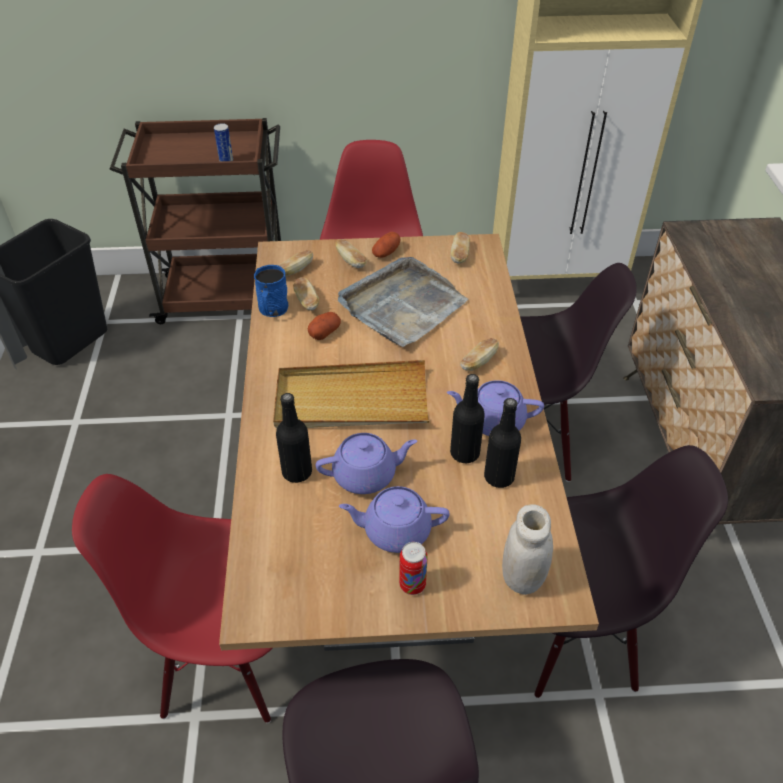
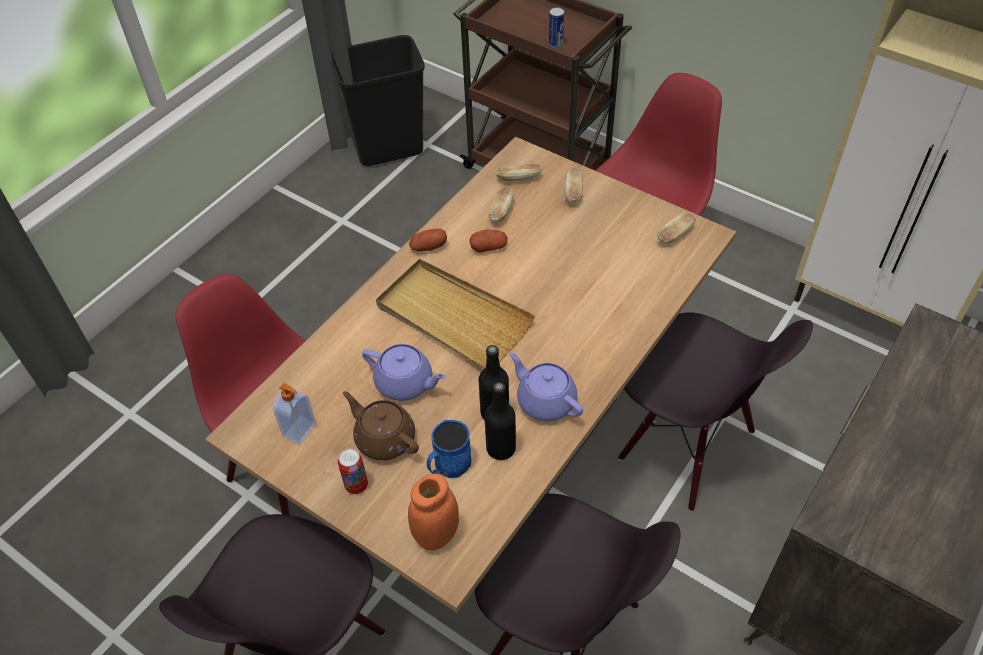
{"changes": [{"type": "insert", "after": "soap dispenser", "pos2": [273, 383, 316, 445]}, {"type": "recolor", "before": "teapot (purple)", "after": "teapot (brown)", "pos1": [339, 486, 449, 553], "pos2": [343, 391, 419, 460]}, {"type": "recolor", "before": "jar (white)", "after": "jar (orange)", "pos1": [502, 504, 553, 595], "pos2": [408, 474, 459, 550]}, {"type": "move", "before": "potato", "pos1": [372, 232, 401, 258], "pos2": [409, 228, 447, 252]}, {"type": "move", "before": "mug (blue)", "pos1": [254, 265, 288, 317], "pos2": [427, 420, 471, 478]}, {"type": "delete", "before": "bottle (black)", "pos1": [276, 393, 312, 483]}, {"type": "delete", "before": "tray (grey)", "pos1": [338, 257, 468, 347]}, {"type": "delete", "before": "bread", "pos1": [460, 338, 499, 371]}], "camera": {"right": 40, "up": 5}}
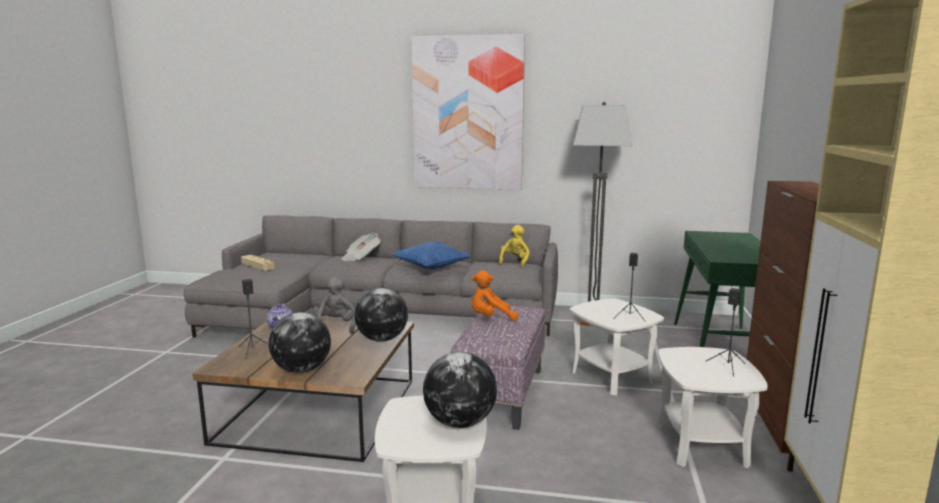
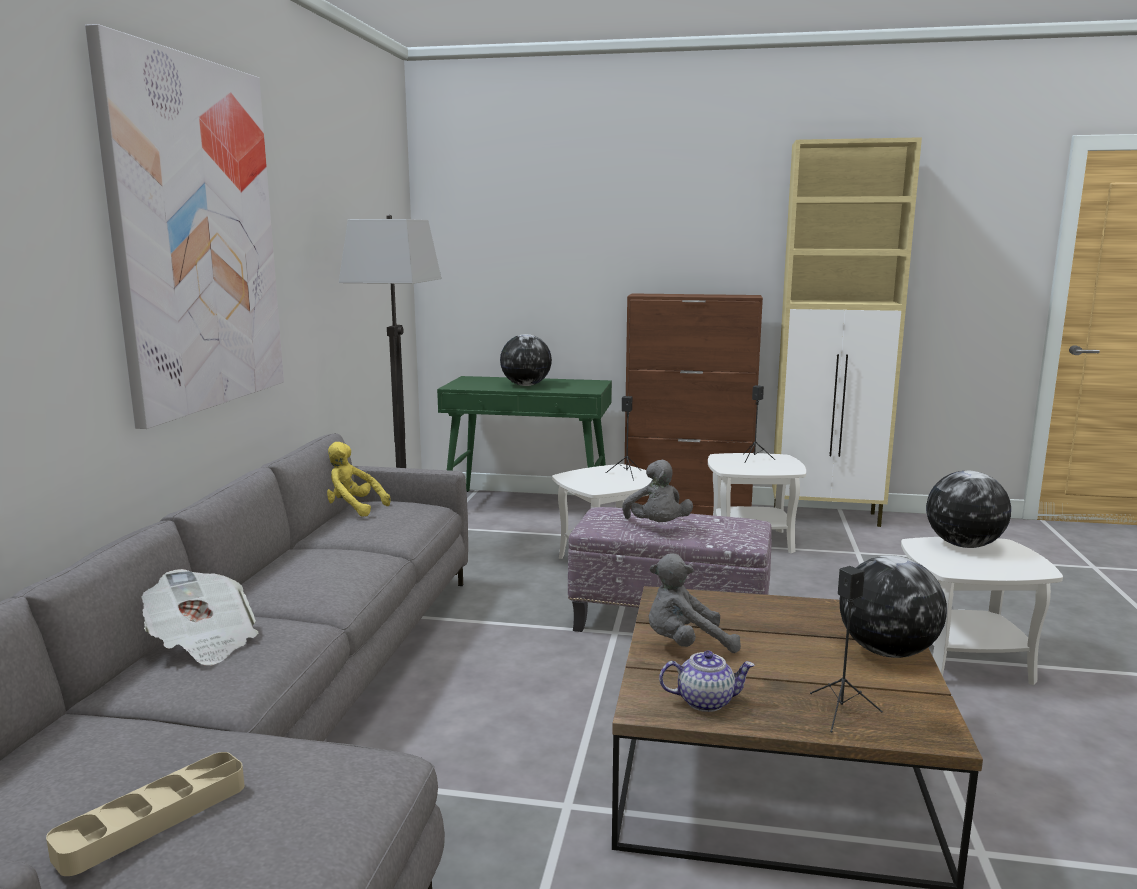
{"changes": [{"type": "move", "before": "globe", "pos1": [354, 288, 408, 342], "pos2": [500, 334, 552, 386]}, {"type": "recolor", "before": "plush toy (orange)", "after": "plush toy (grey)", "pos1": [471, 271, 518, 321], "pos2": [622, 460, 693, 522]}, {"type": "delete", "before": "pillow (blue)", "pos1": [392, 242, 471, 269]}], "camera": {"right": -90, "up": 0}}
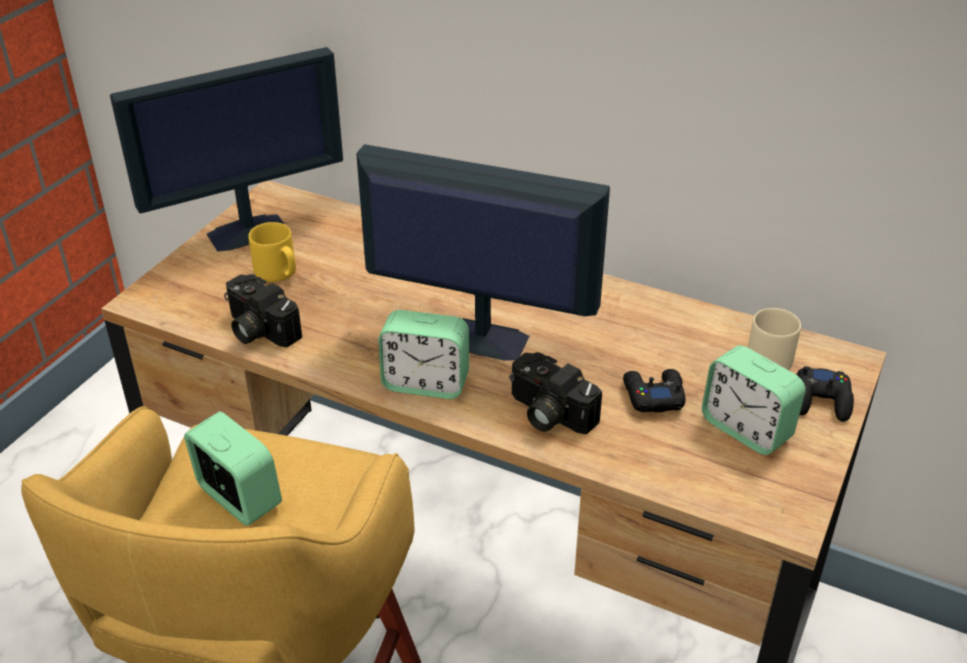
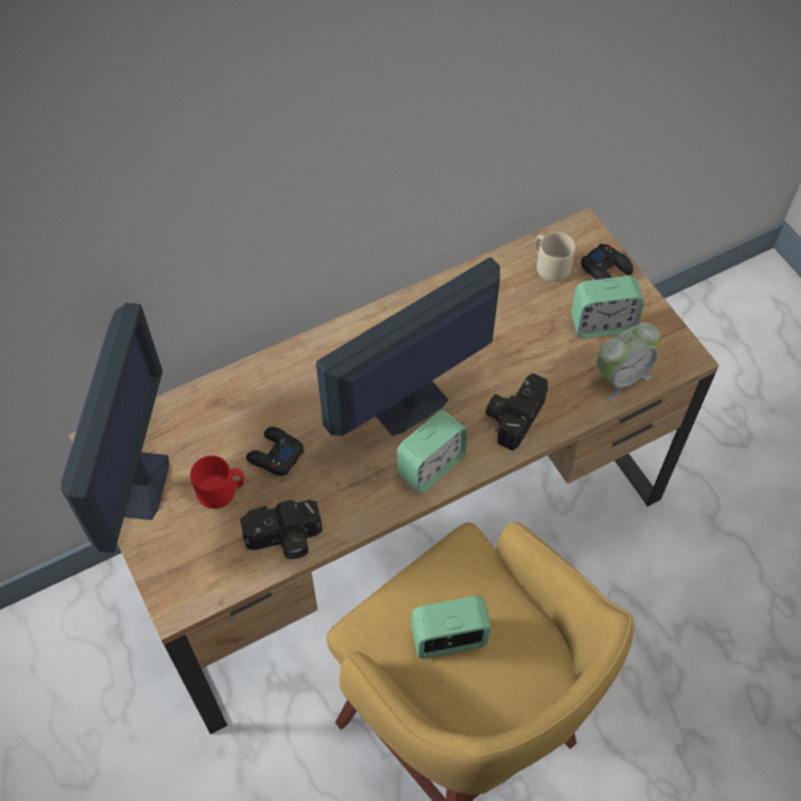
{"changes": [{"type": "recolor", "before": "mug (yellow)", "after": "mug (red)", "pos1": [248, 222, 296, 282], "pos2": [190, 456, 244, 509]}, {"type": "move", "before": "game controller (black)", "pos1": [623, 369, 685, 412], "pos2": [246, 427, 304, 476]}, {"type": "rotate", "before": "photo camera", "pos1": [509, 352, 602, 434], "pos2": [485, 373, 548, 451], "turn": 135}, {"type": "insert", "after": "alarm clock", "pos2": [597, 322, 660, 400]}], "camera": {"right": -55, "up": 20}}
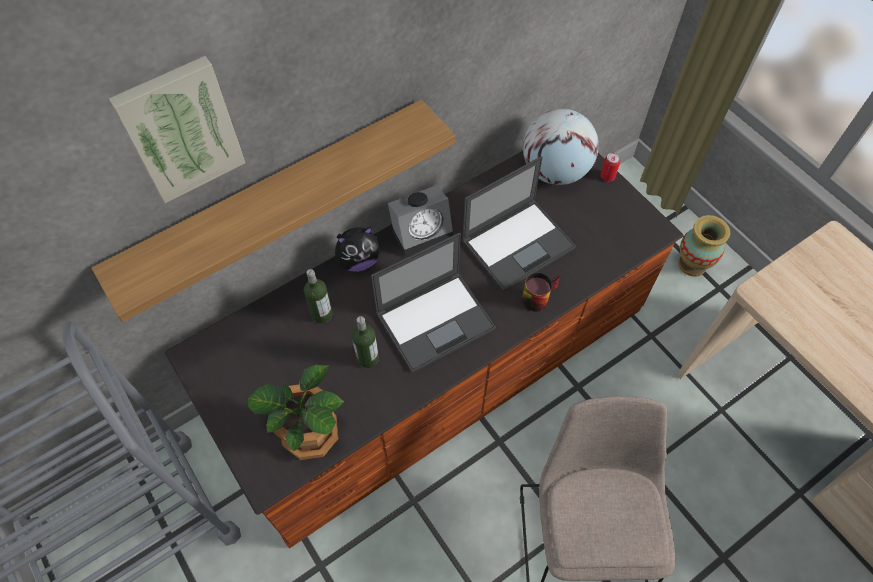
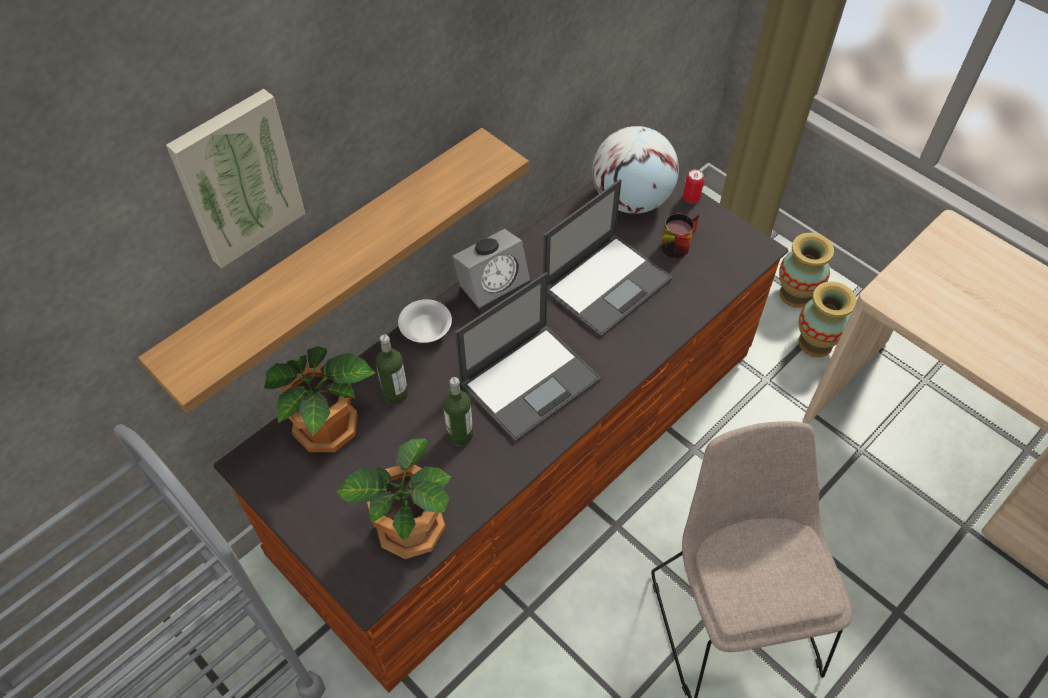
{"changes": [{"type": "insert", "after": "potted plant", "pos2": [264, 346, 375, 452]}, {"type": "replace", "before": "plush toy", "after": "bowl (white)", "pos1": [335, 227, 380, 272], "pos2": [398, 299, 452, 343]}, {"type": "move", "before": "mug", "pos1": [522, 273, 560, 312], "pos2": [661, 213, 699, 258]}, {"type": "insert", "after": "vase", "pos2": [798, 281, 857, 357]}], "camera": {"right": -10, "up": -5}}
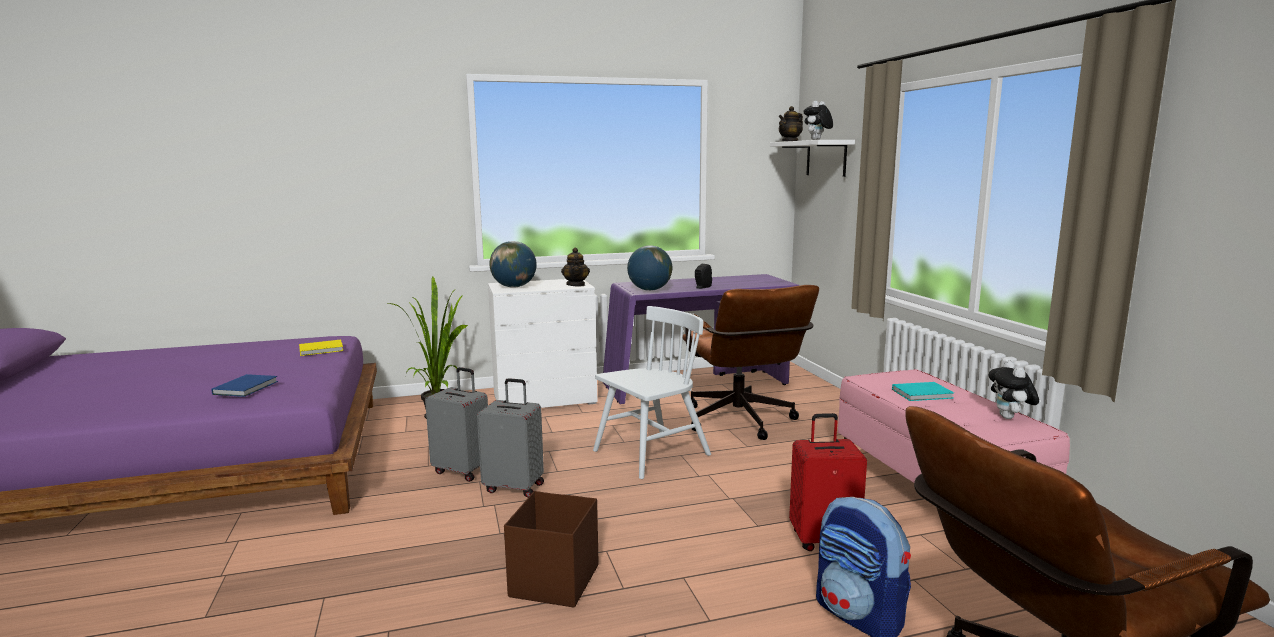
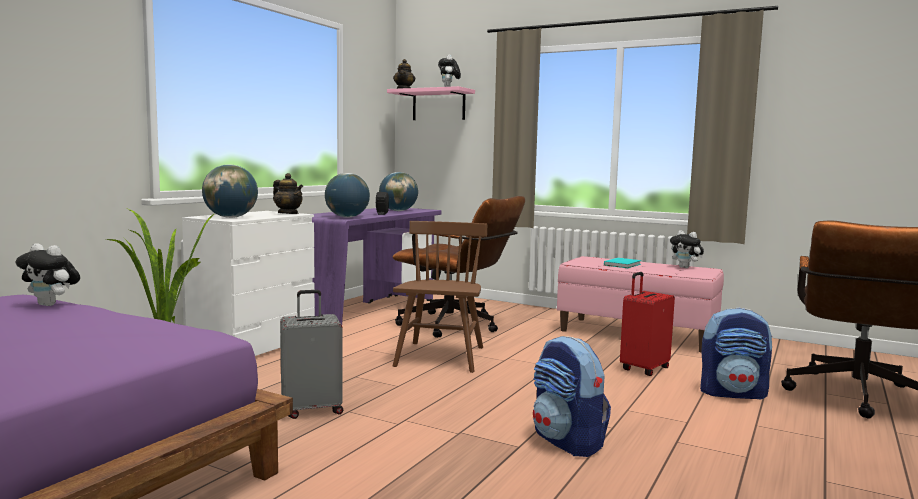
{"changes": [{"type": "replace", "before": "book (yellow)", "after": "plush toy", "pos1": [299, 340, 343, 356], "pos2": [16, 243, 80, 306]}, {"type": "insert", "after": "globe", "pos2": [379, 172, 418, 211]}, {"type": "recolor", "before": "shelf (white)", "after": "shelf (pink)", "pos1": [770, 140, 855, 177], "pos2": [387, 86, 475, 120]}, {"type": "recolor", "before": "chair (white)", "after": "chair (brown)", "pos1": [593, 306, 711, 479], "pos2": [392, 221, 487, 373]}, {"type": "replace", "before": "storage box (brown)", "after": "backpack", "pos1": [504, 491, 599, 608], "pos2": [533, 336, 611, 457]}, {"type": "delete", "before": "book (blue)", "pos1": [211, 374, 278, 397]}, {"type": "delete", "before": "suitcase (grey)", "pos1": [477, 378, 544, 498]}], "camera": {"right": -45, "up": -5}}
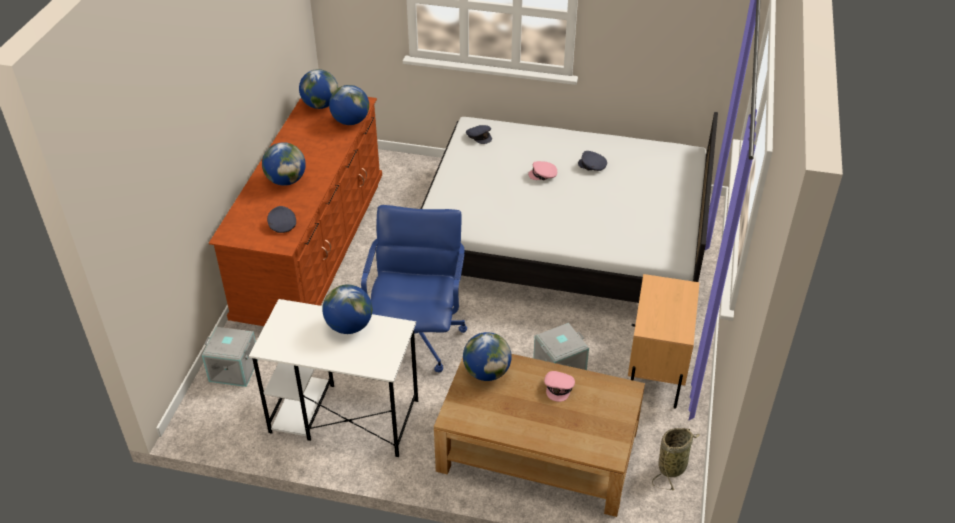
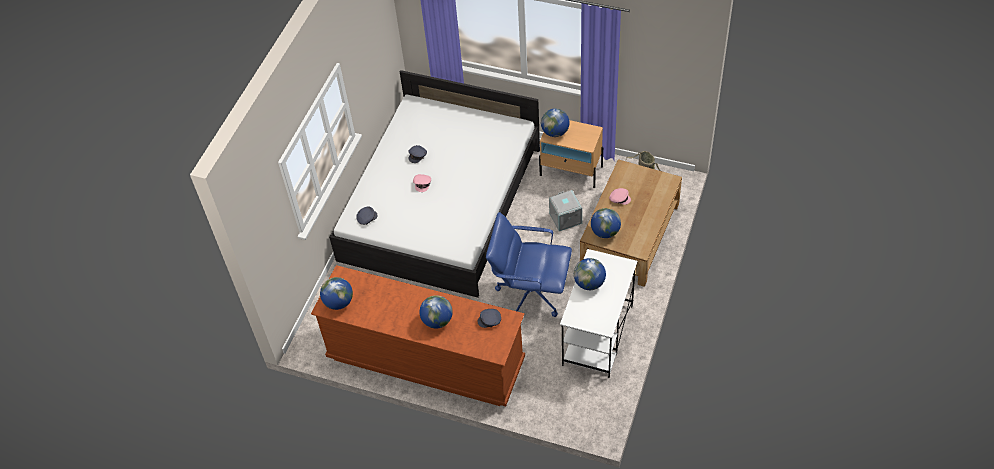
{"changes": [{"type": "move", "before": "globe", "pos1": [329, 85, 369, 125], "pos2": [541, 108, 569, 137]}, {"type": "delete", "before": "storage box (grey)", "pos1": [202, 327, 259, 387]}], "camera": {"right": -80, "up": 10}}
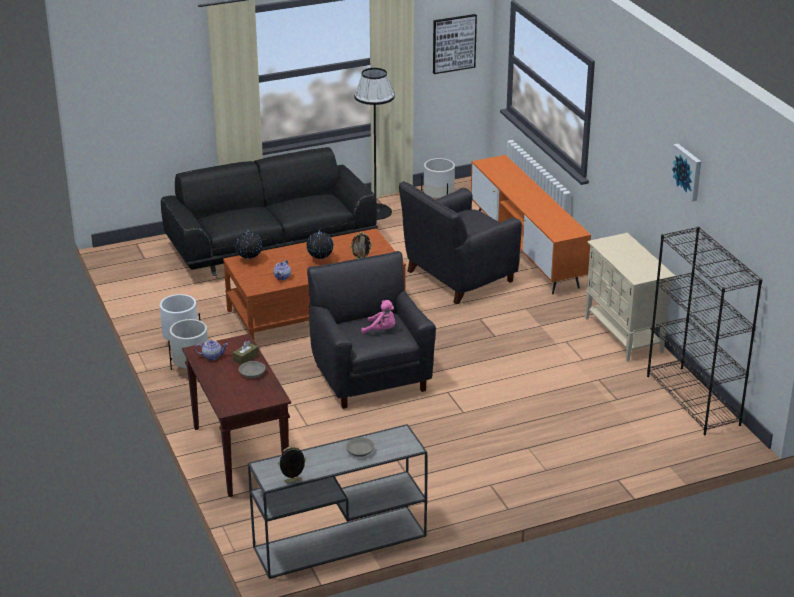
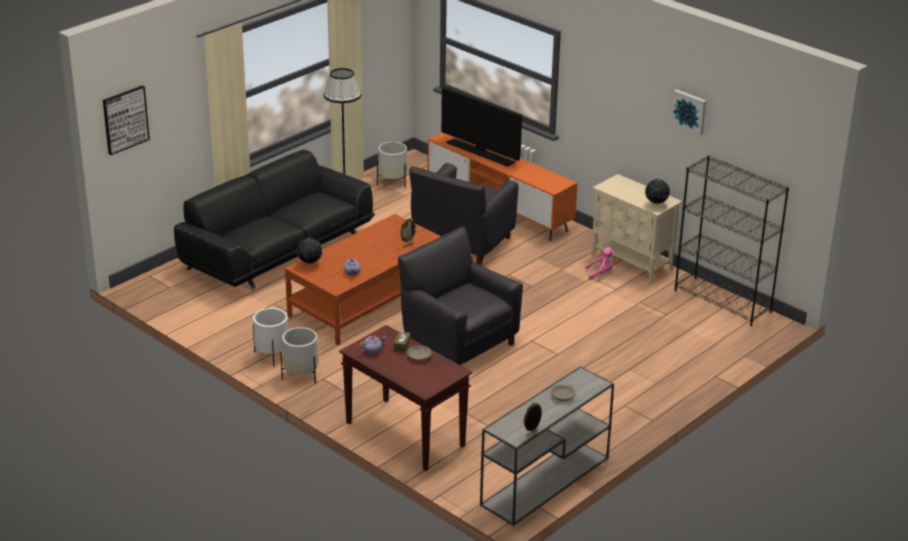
{"changes": [{"type": "move", "before": "picture", "pos1": [433, 14, 477, 74], "pos2": [103, 86, 150, 155]}, {"type": "insert", "after": "television", "pos2": [441, 88, 522, 167]}, {"type": "move", "before": "plush toy (pink)", "pos1": [361, 300, 395, 334], "pos2": [585, 247, 614, 279]}, {"type": "move", "before": "globe", "pos1": [306, 230, 334, 261], "pos2": [645, 178, 670, 205]}], "camera": {"right": -25, "up": 0}}
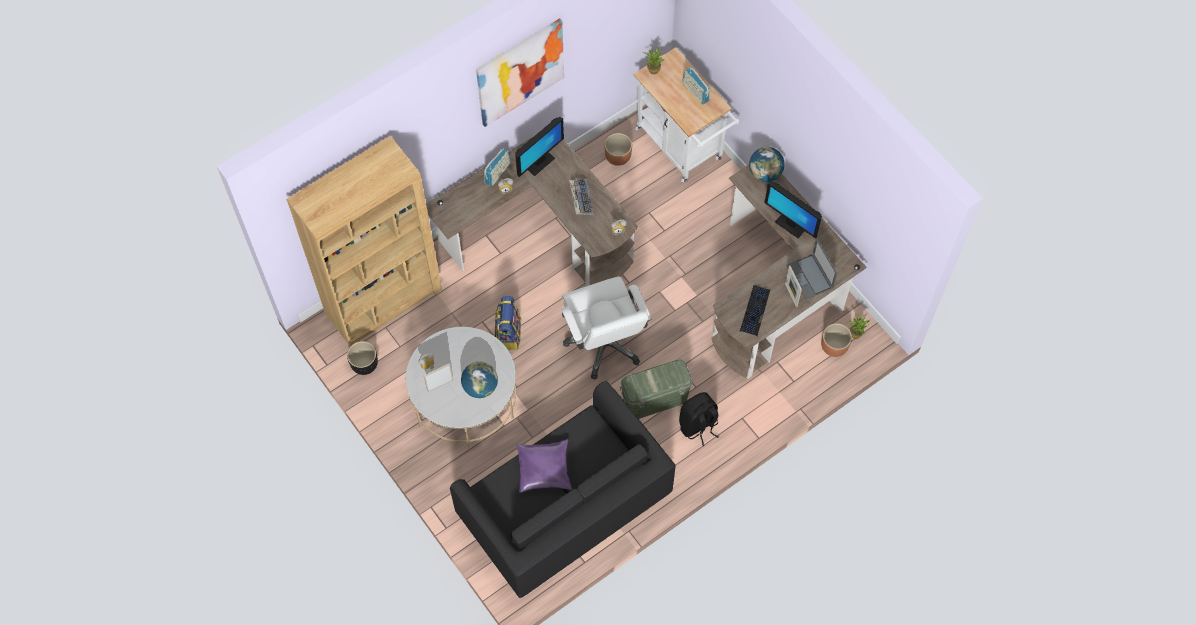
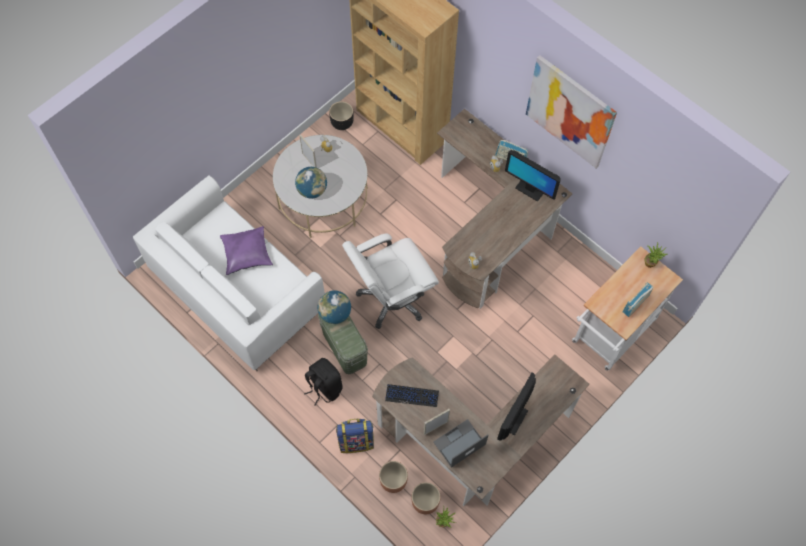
{"changes": [{"type": "recolor", "before": "sofa (black)", "after": "sofa (white)", "pos1": [450, 381, 676, 598], "pos2": [133, 176, 325, 371]}, {"type": "move", "before": "globe", "pos1": [749, 147, 785, 182], "pos2": [318, 290, 351, 324]}, {"type": "move", "before": "backpack", "pos1": [495, 296, 521, 350], "pos2": [336, 419, 374, 453]}, {"type": "move", "before": "planter (brown)", "pos1": [605, 133, 632, 166], "pos2": [379, 461, 408, 493]}, {"type": "delete", "before": "keyboard", "pos1": [569, 179, 593, 215]}], "camera": {"right": 80, "up": 0}}
